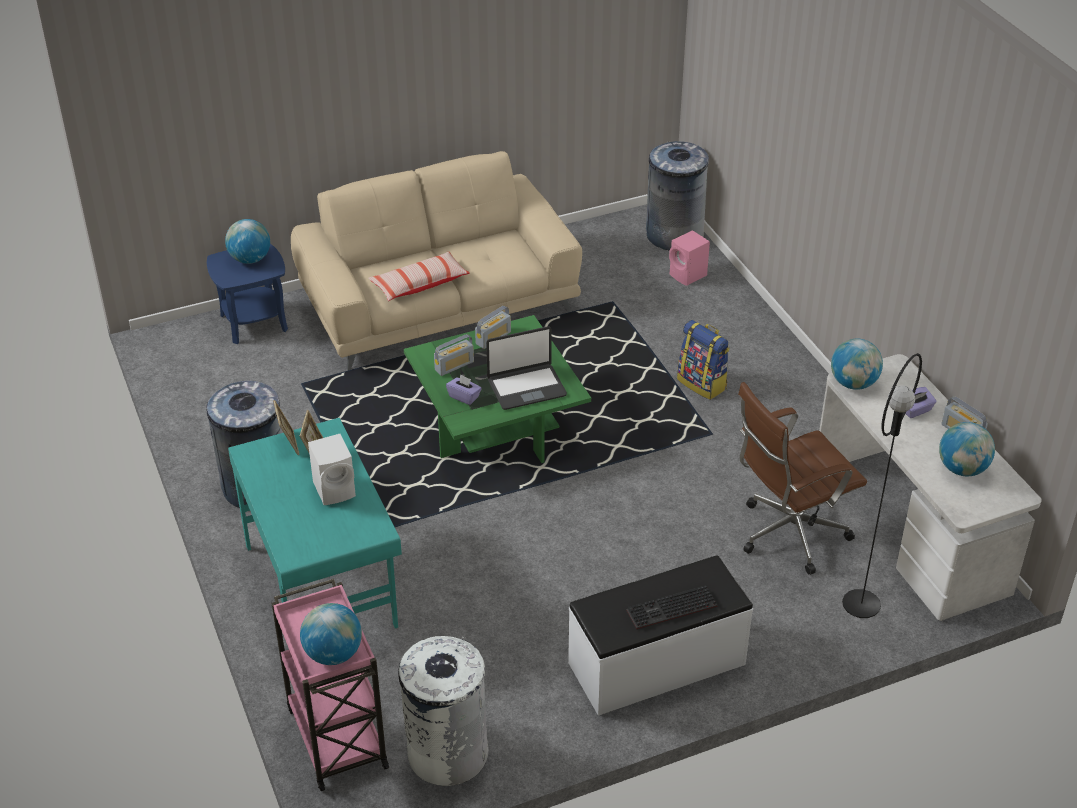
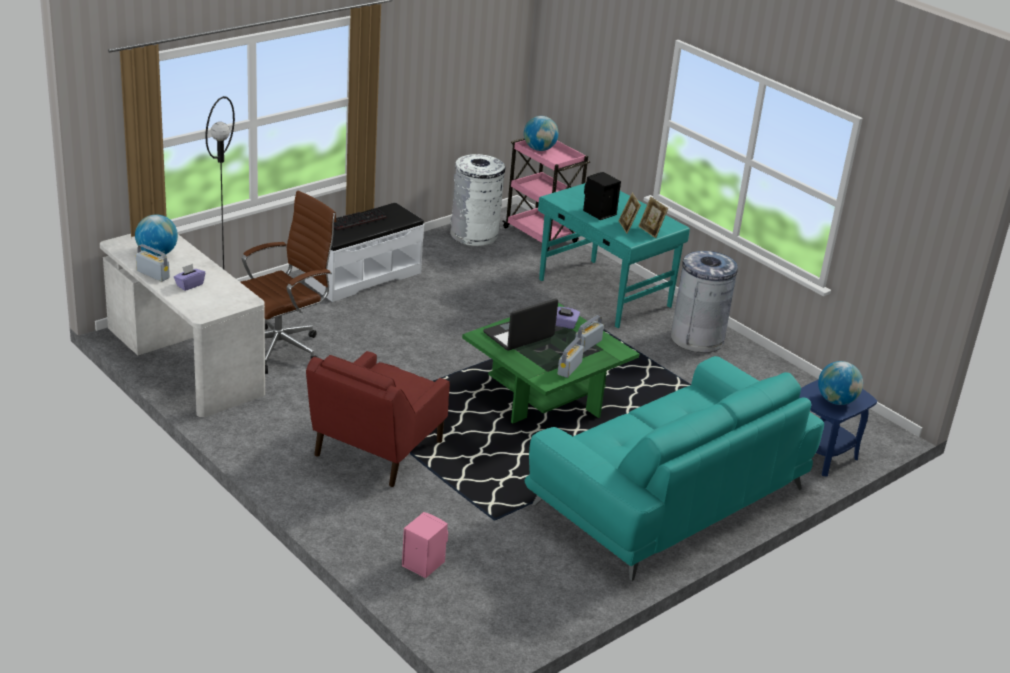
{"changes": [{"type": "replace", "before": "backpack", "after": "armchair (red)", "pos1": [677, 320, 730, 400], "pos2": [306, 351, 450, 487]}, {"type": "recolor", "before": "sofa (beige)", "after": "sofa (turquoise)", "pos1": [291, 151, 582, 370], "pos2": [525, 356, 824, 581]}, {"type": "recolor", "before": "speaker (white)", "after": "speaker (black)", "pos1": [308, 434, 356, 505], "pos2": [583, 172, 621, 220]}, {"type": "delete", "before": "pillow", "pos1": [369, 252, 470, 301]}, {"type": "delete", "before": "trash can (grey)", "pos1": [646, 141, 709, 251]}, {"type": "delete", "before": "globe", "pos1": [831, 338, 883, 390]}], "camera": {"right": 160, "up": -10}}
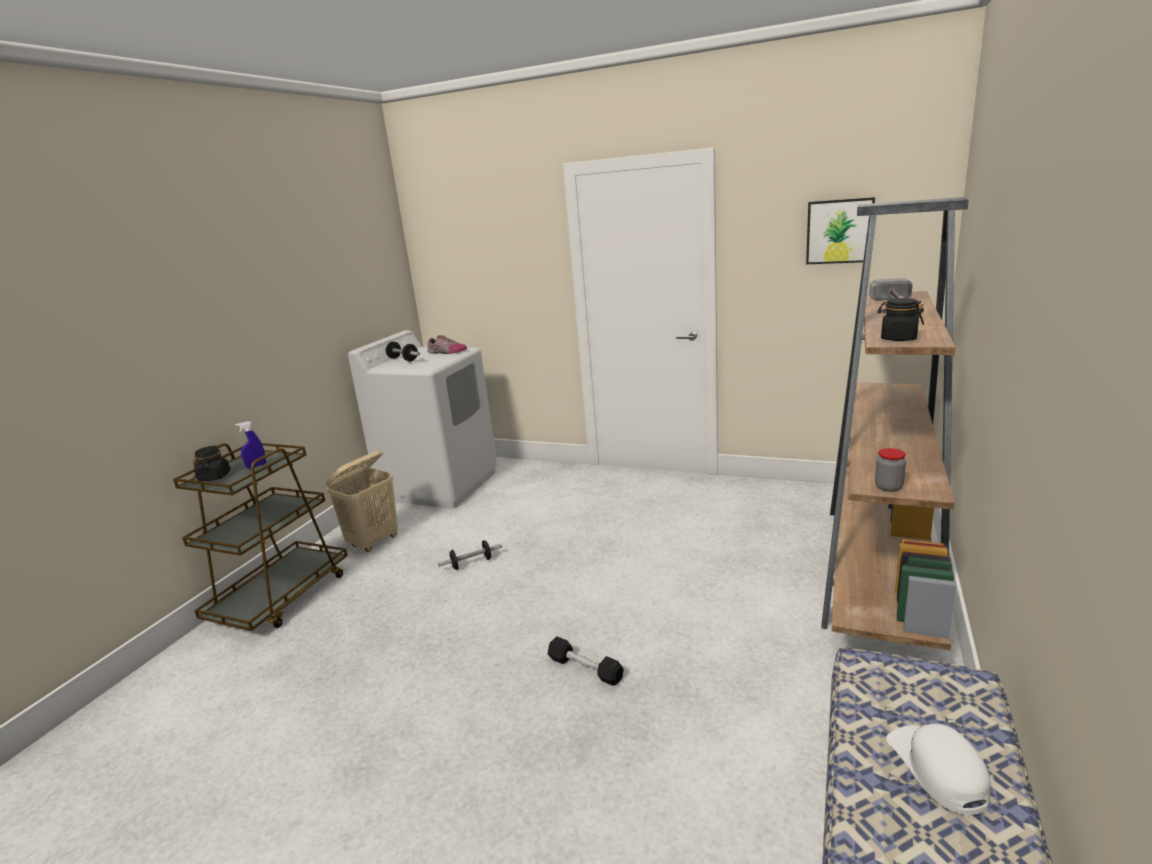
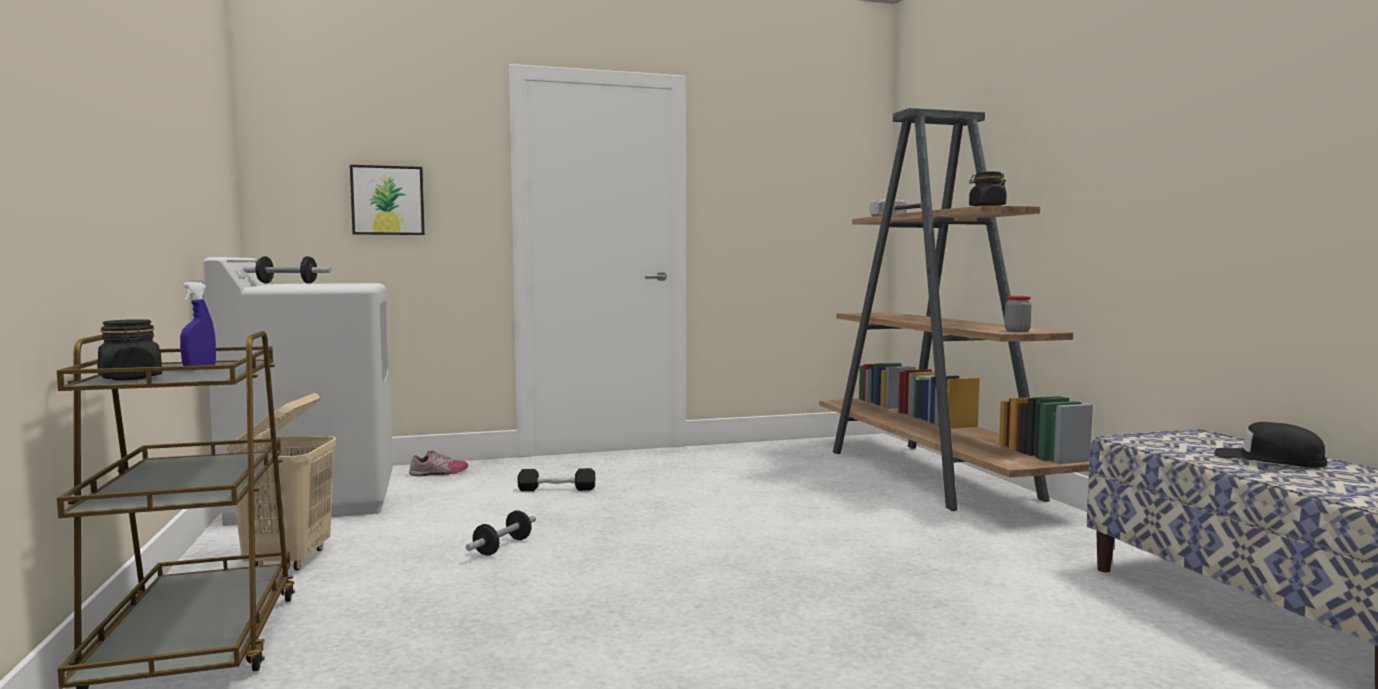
{"changes": [{"type": "move", "before": "picture", "pos1": [806, 197, 875, 264], "pos2": [350, 165, 425, 235]}, {"type": "move", "before": "shoe", "pos1": [428, 335, 467, 354], "pos2": [409, 450, 468, 477]}, {"type": "move", "before": "dumbbell (black)", "pos1": [548, 636, 624, 686], "pos2": [517, 468, 595, 491]}, {"type": "recolor", "before": "cap (white)", "after": "cap (black)", "pos1": [886, 724, 991, 815], "pos2": [1214, 422, 1327, 468]}], "camera": {"right": -40, "up": -15}}
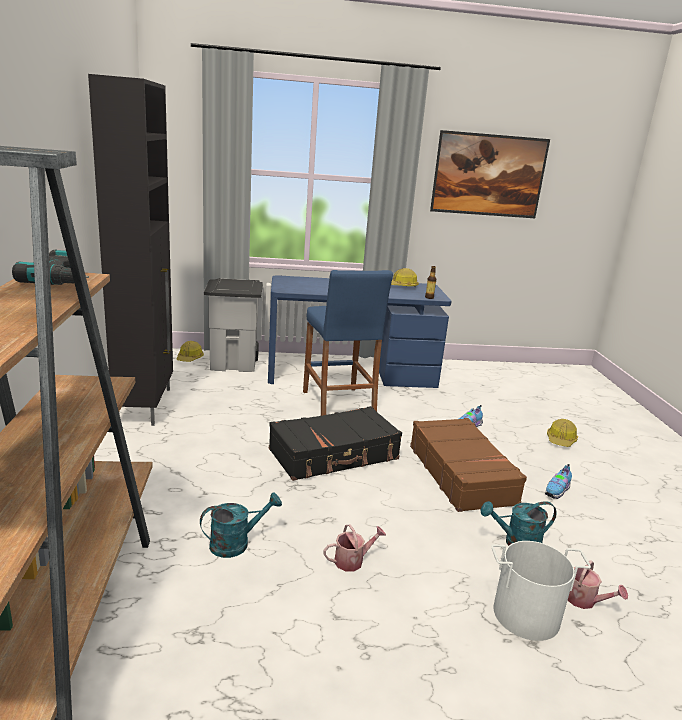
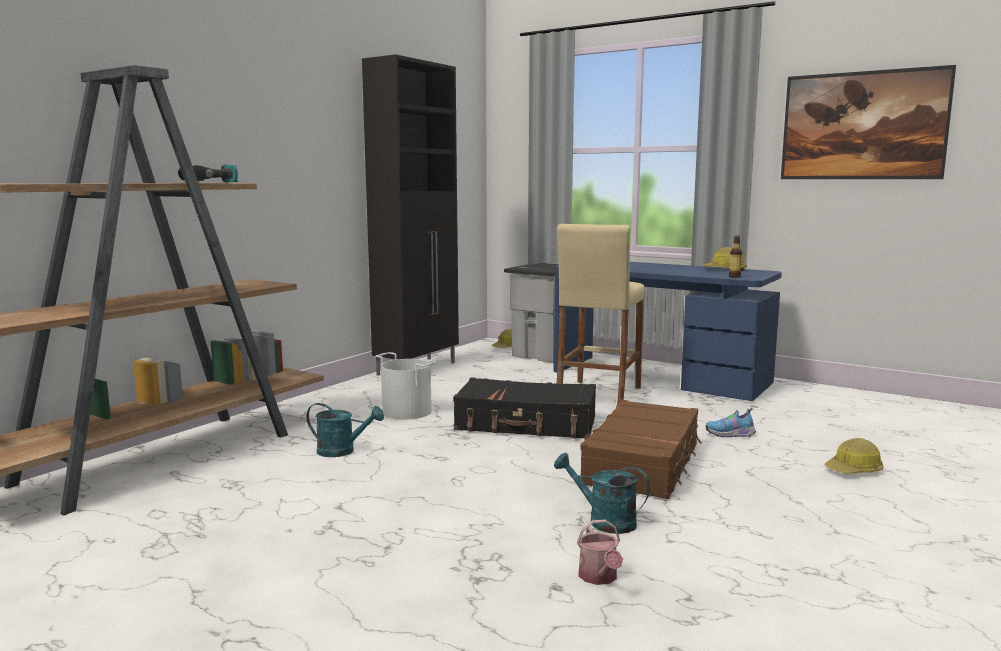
{"changes": [{"type": "move", "before": "bucket (white)", "pos1": [491, 541, 591, 641], "pos2": [375, 352, 437, 420]}, {"type": "recolor", "before": "stool (blue)", "after": "stool (beige)", "pos1": [303, 270, 393, 416], "pos2": [556, 224, 645, 405]}, {"type": "delete", "before": "watering can", "pos1": [324, 524, 386, 571]}, {"type": "delete", "before": "shoe", "pos1": [545, 464, 572, 499]}], "camera": {"right": 40, "up": -10}}
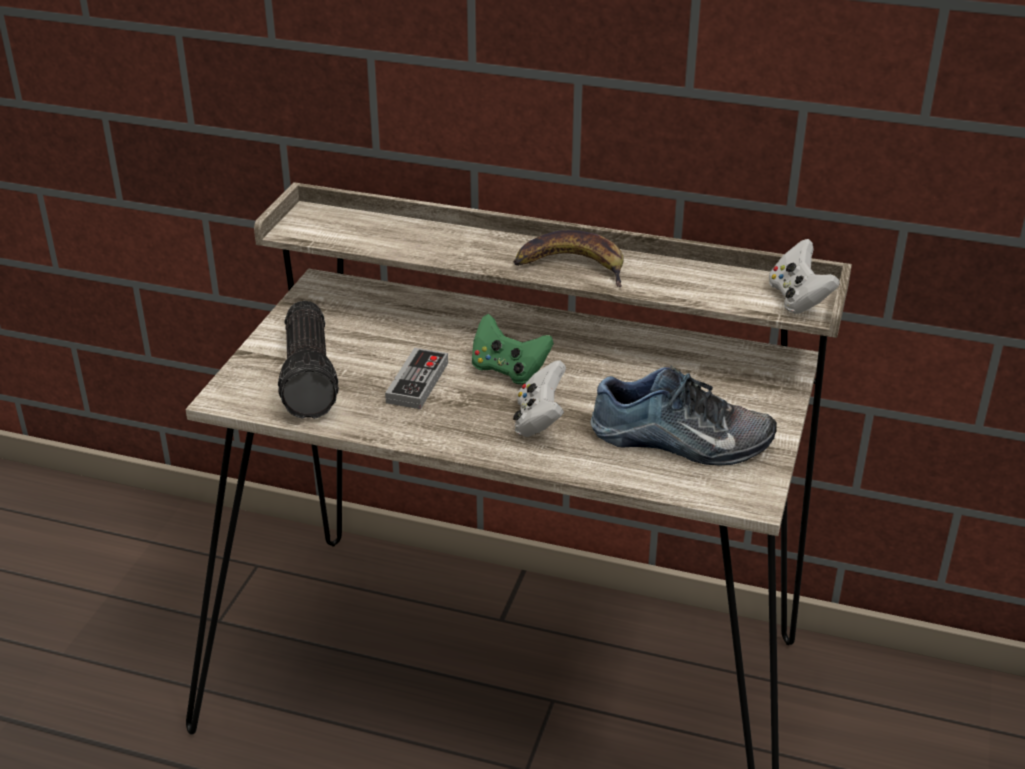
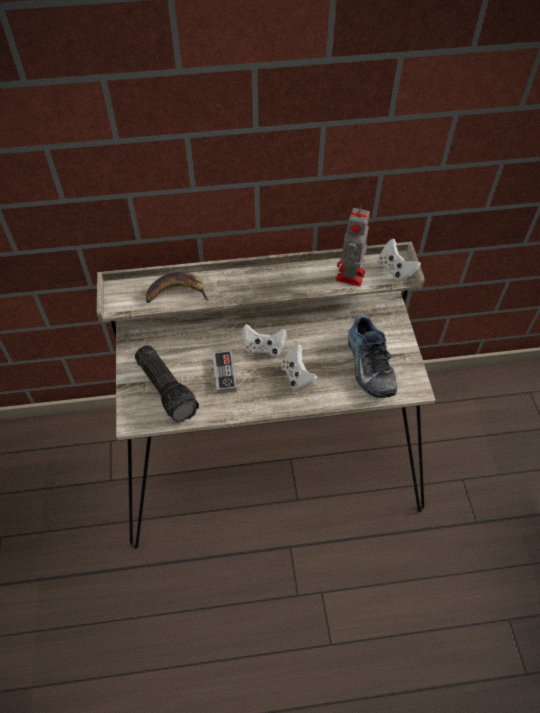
{"changes": [{"type": "move", "before": "banana", "pos1": [514, 230, 624, 287], "pos2": [146, 272, 209, 303]}, {"type": "recolor", "before": "game controller (green)", "after": "game controller (white)", "pos1": [472, 314, 554, 385], "pos2": [242, 324, 286, 357]}, {"type": "insert", "after": "toy robot", "pos2": [336, 205, 370, 287]}, {"type": "rotate", "before": "shoe", "pos1": [590, 366, 777, 466], "pos2": [348, 315, 397, 398], "turn": 90}], "camera": {"right": -25, "up": 20}}
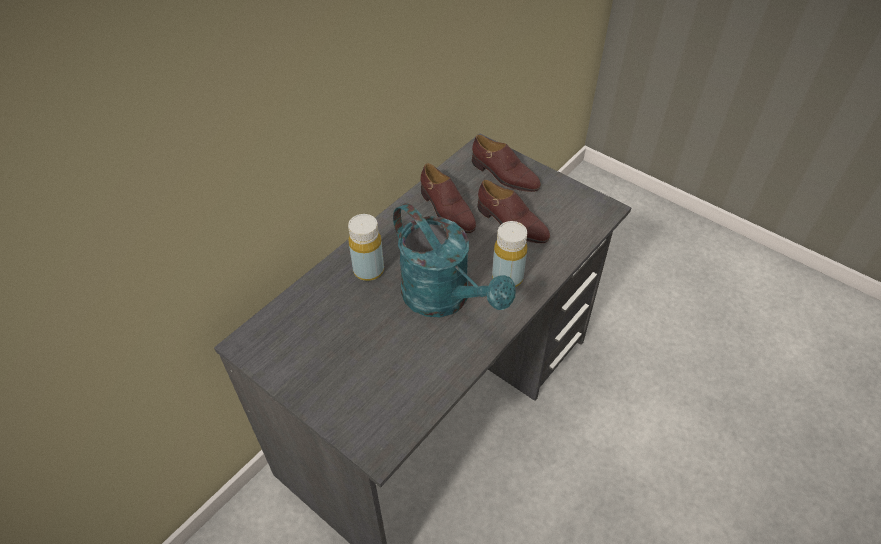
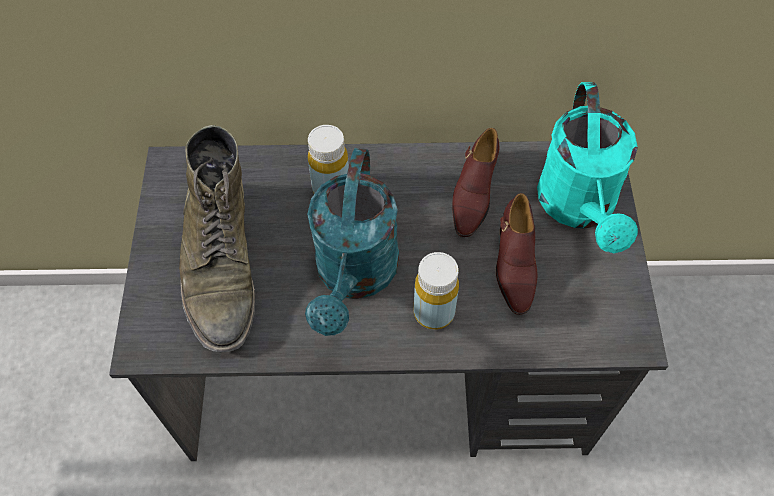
{"changes": [{"type": "insert", "after": "boot (green)", "pos2": [179, 125, 255, 352]}, {"type": "replace", "before": "shoe (brown)", "after": "watering can (turquoise)", "pos1": [472, 135, 541, 192], "pos2": [537, 82, 638, 253]}], "camera": {"right": 50, "up": 10}}
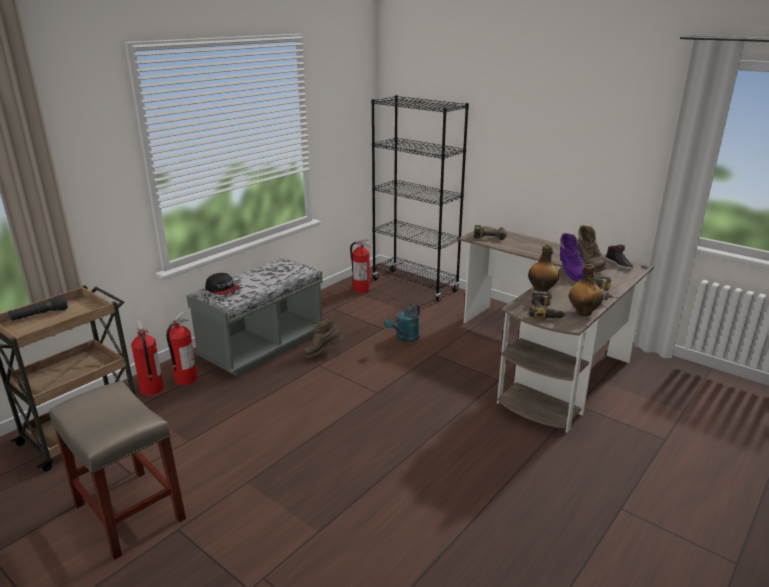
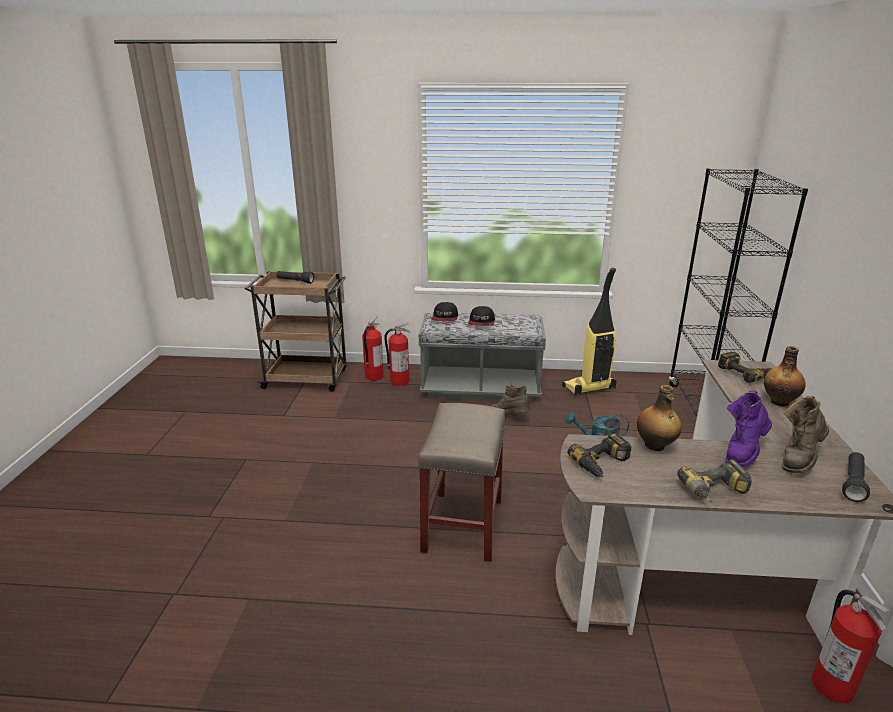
{"changes": [{"type": "move", "before": "stool (beige)", "pos1": [49, 381, 186, 560], "pos2": [418, 403, 506, 562]}, {"type": "insert", "after": "cap", "pos2": [468, 306, 495, 326]}, {"type": "insert", "after": "vacuum cleaner", "pos2": [562, 268, 617, 396]}, {"type": "move", "before": "bottle", "pos1": [569, 264, 603, 316], "pos2": [764, 346, 806, 406]}, {"type": "move", "before": "fire extinguisher", "pos1": [350, 239, 371, 293], "pos2": [812, 590, 890, 703]}, {"type": "replace", "before": "shoe (black)", "after": "flashlight (black)", "pos1": [606, 245, 634, 269], "pos2": [842, 452, 870, 502]}], "camera": {"right": 55, "up": 0}}
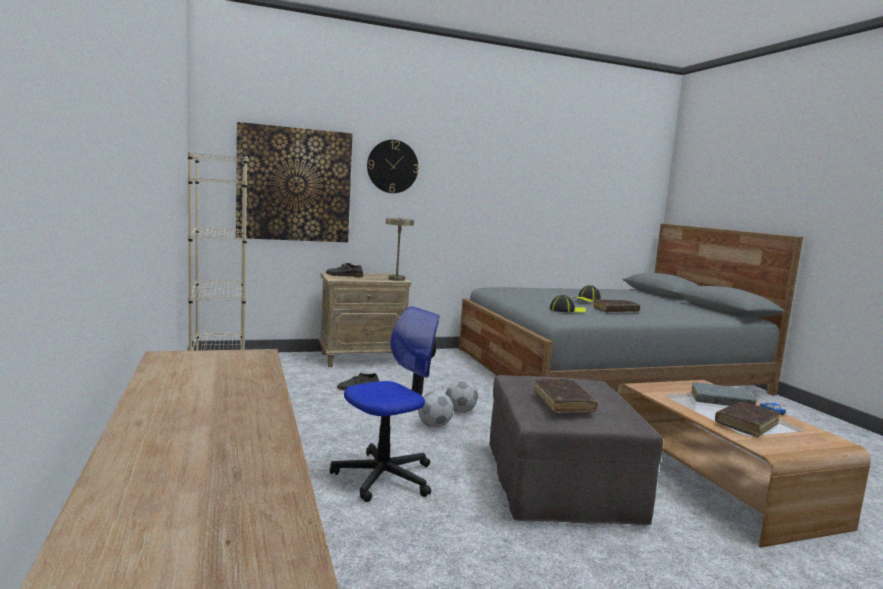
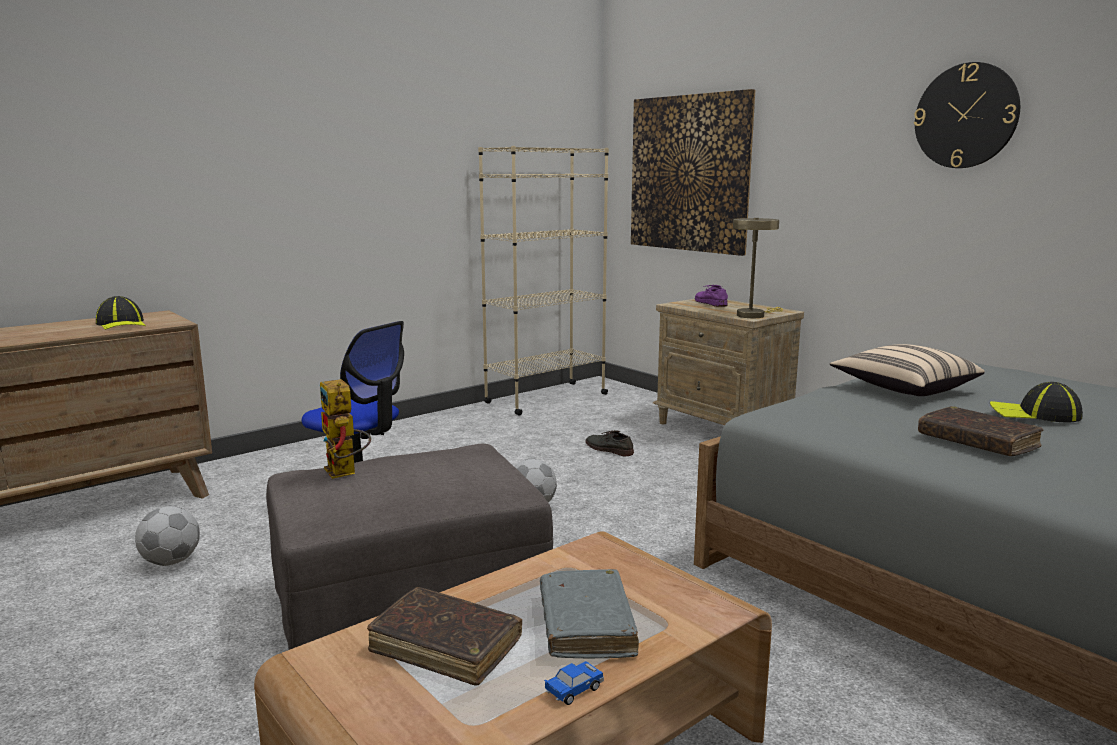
{"changes": [{"type": "move", "before": "cap", "pos1": [550, 295, 586, 313], "pos2": [96, 296, 146, 330]}, {"type": "move", "before": "football", "pos1": [445, 380, 478, 413], "pos2": [135, 506, 200, 566]}, {"type": "replace", "before": "book (brown)", "after": "toy robot", "pos1": [534, 379, 598, 413], "pos2": [320, 379, 371, 479]}, {"type": "recolor", "before": "shoe (grey)", "after": "shoe (purple)", "pos1": [326, 263, 364, 277], "pos2": [695, 285, 728, 307]}, {"type": "insert", "after": "pillow (beige)", "pos2": [830, 344, 985, 396]}, {"type": "move", "before": "wall clock", "pos1": [367, 140, 418, 193], "pos2": [914, 62, 1020, 168]}], "camera": {"right": 70, "up": 5}}
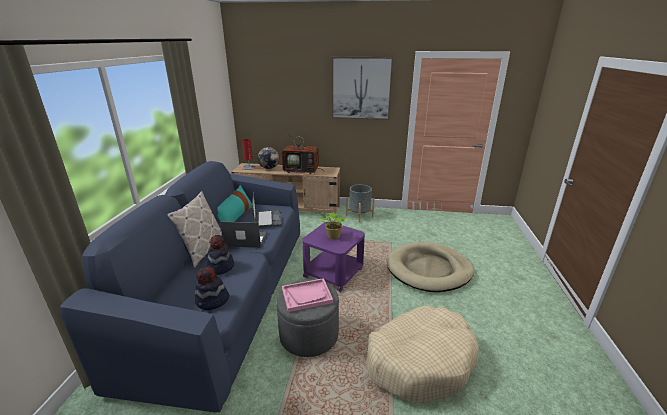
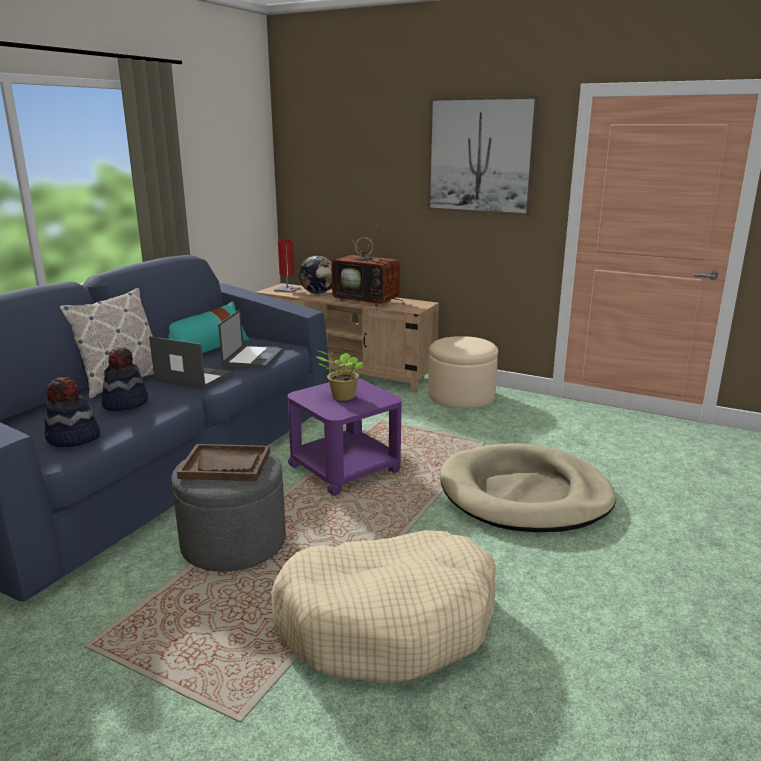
{"changes": [{"type": "recolor", "before": "tray (pink)", "after": "tray (brown)", "pos1": [282, 278, 333, 312], "pos2": [177, 444, 270, 481]}, {"type": "replace", "before": "planter (grey)", "after": "ottoman (beige)", "pos1": [346, 184, 375, 222], "pos2": [428, 336, 498, 408]}], "camera": {"right": 20, "up": -5}}
